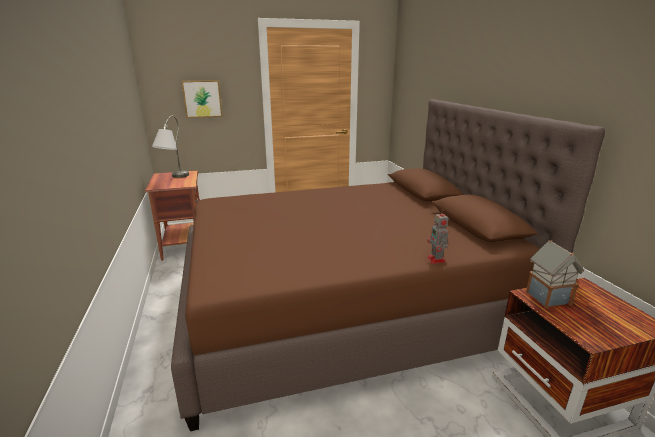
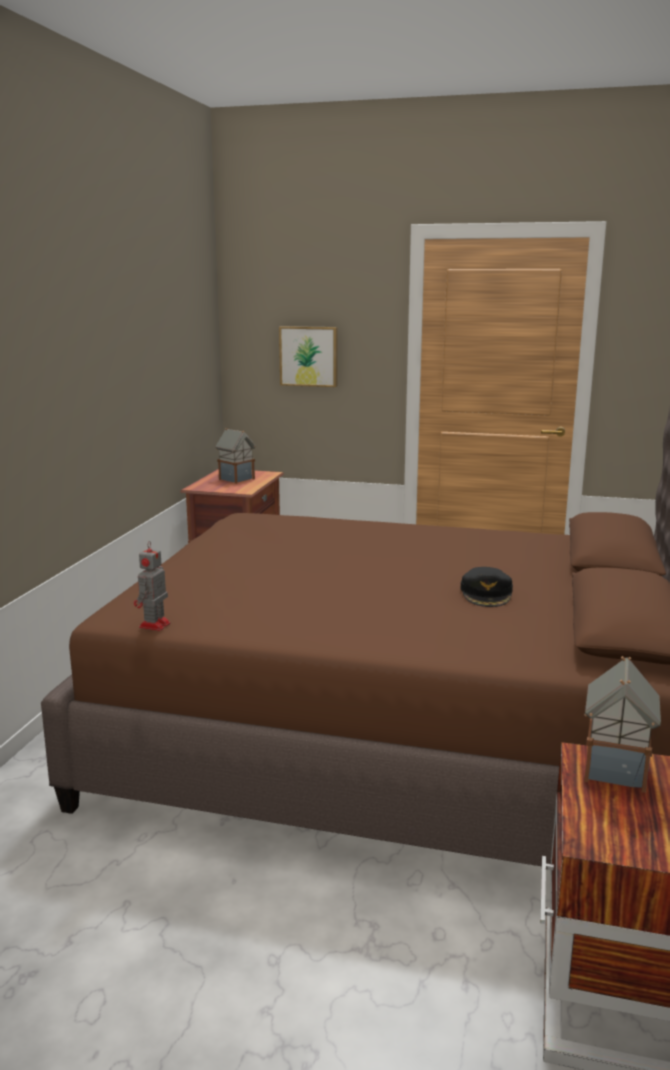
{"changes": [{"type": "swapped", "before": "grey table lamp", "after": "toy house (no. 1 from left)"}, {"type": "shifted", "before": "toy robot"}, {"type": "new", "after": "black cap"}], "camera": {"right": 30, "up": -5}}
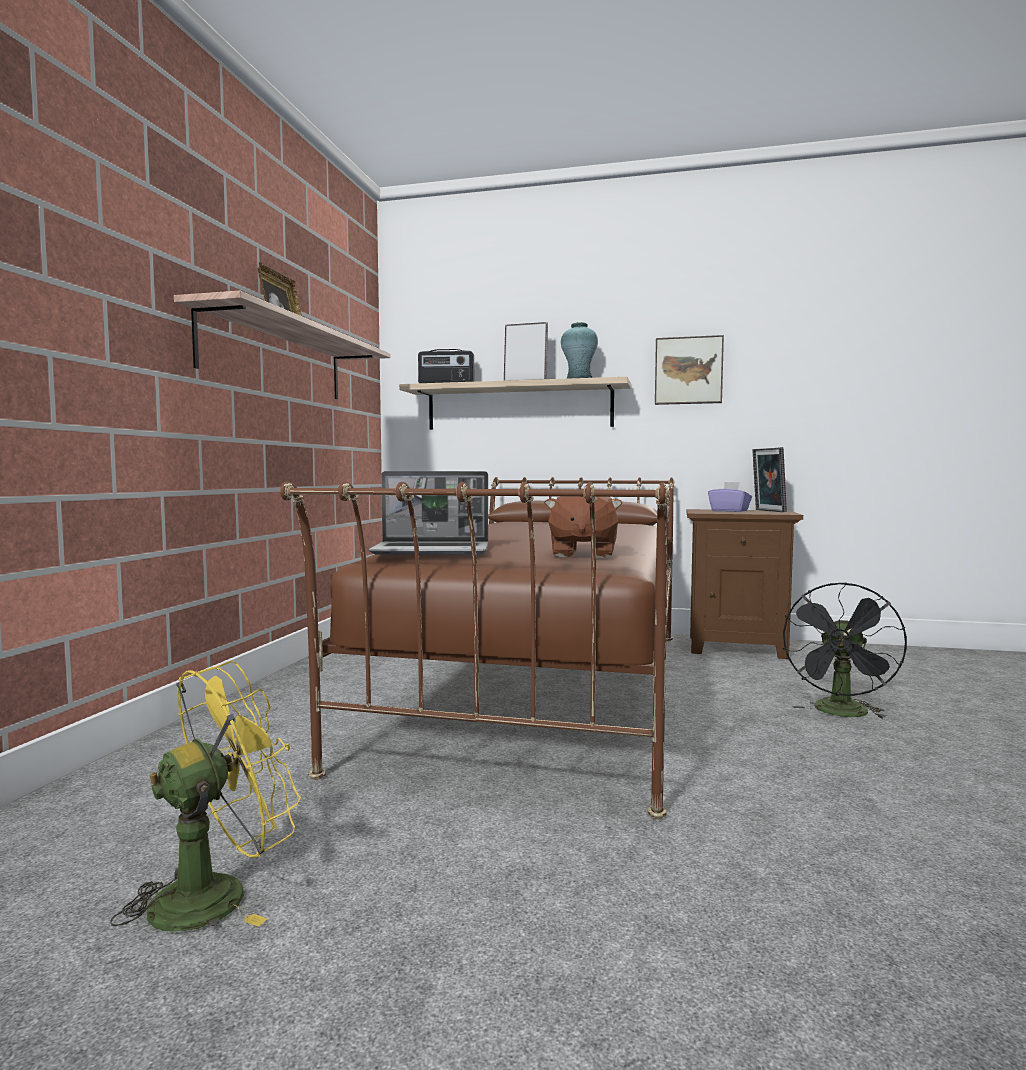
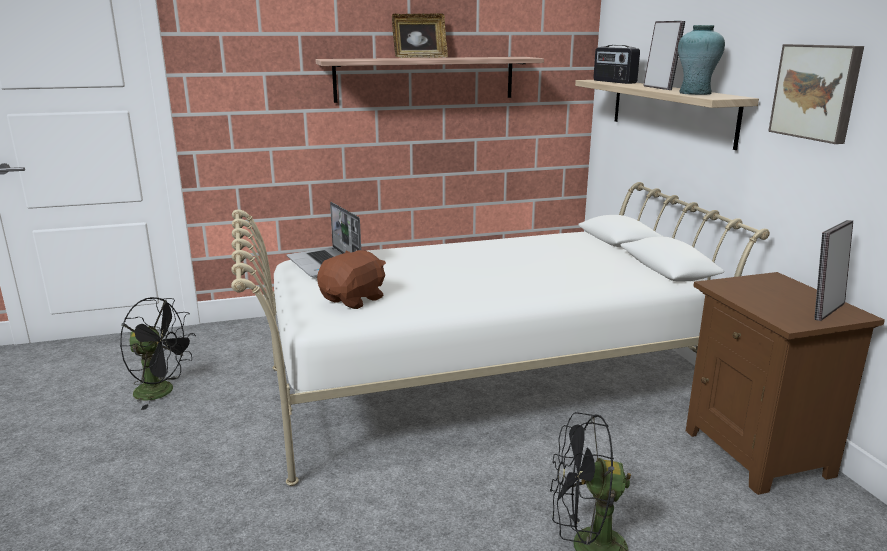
{"changes": [{"type": "repainted", "before": "yellow fan", "after": "black fan (no. 1 from left)"}, {"type": "repainted", "before": "brown bed", "after": "white bed"}, {"type": "rotated", "before": "brown plush toy", "turn": 150}, {"type": "gone", "before": "purple tissue box"}], "camera": {"right": 60, "up": 15}}
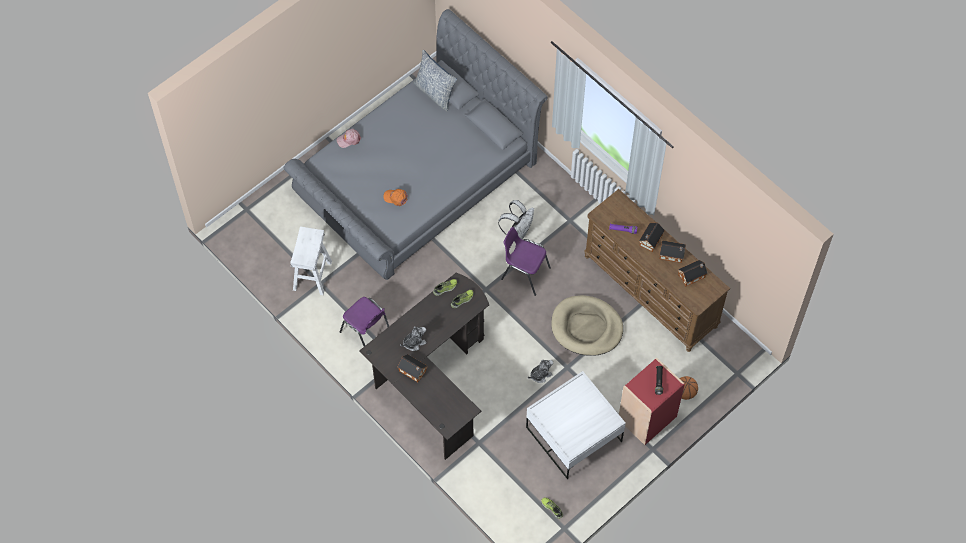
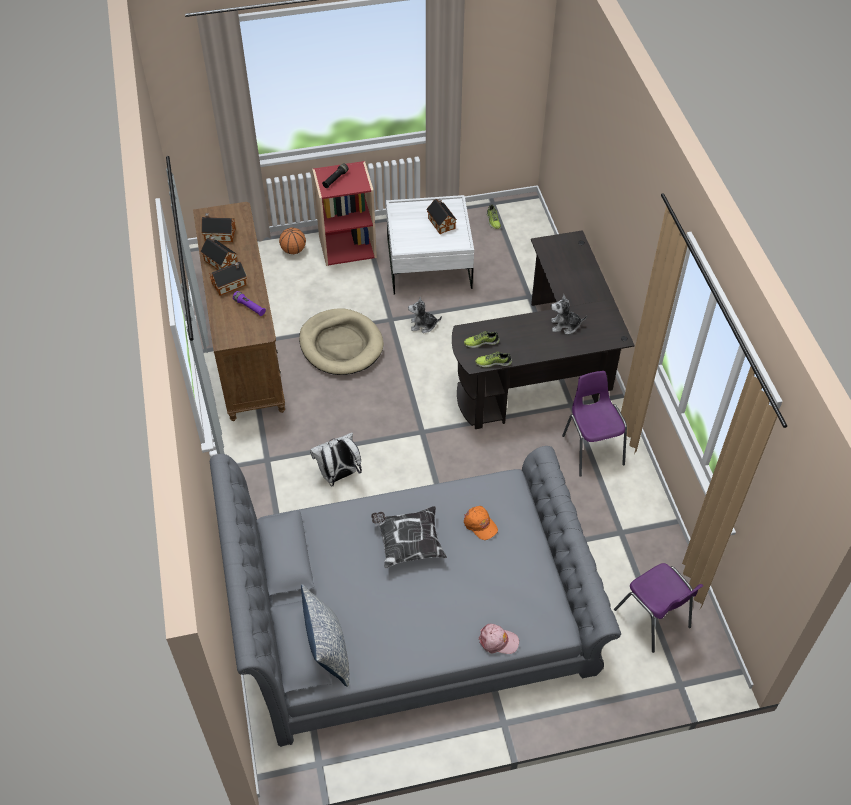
{"changes": [{"type": "gone", "before": "white stool"}, {"type": "shifted", "before": "toy house (no. 1 from left in the first image)", "after": "toy house (no. 4 from left)"}, {"type": "shifted", "before": "purple chair (no. 2 from left)"}, {"type": "new", "after": "pillow (no. 2 from left)"}], "camera": {"right": -150, "up": -10}}
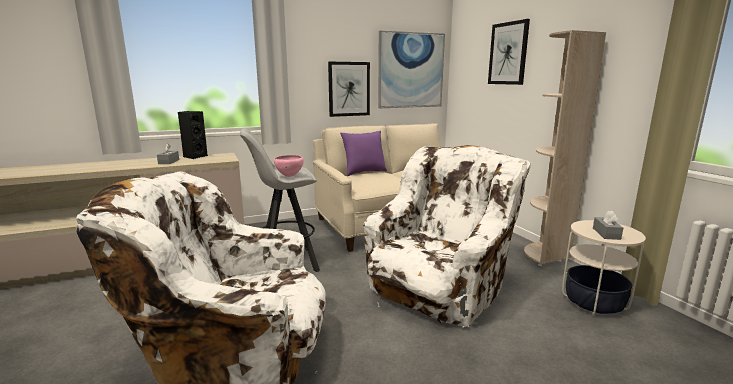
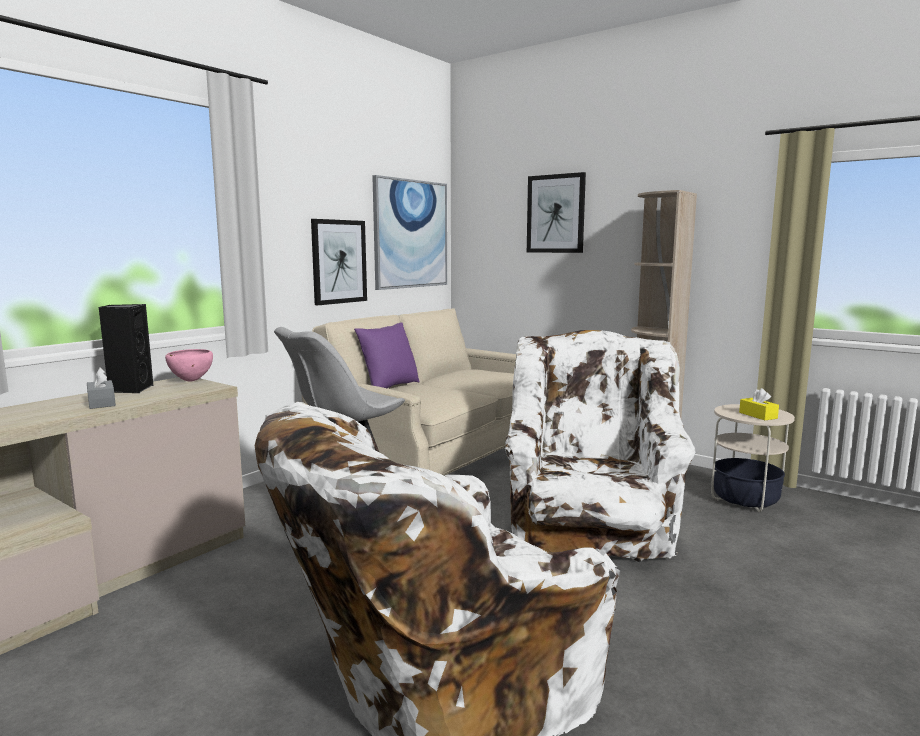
{"changes": [{"type": "shifted", "before": "pink bowl"}, {"type": "repainted", "before": "grey tissue box (no. 2 from left)", "after": "yellow tissue box"}], "camera": {"right": -30, "up": -5}}
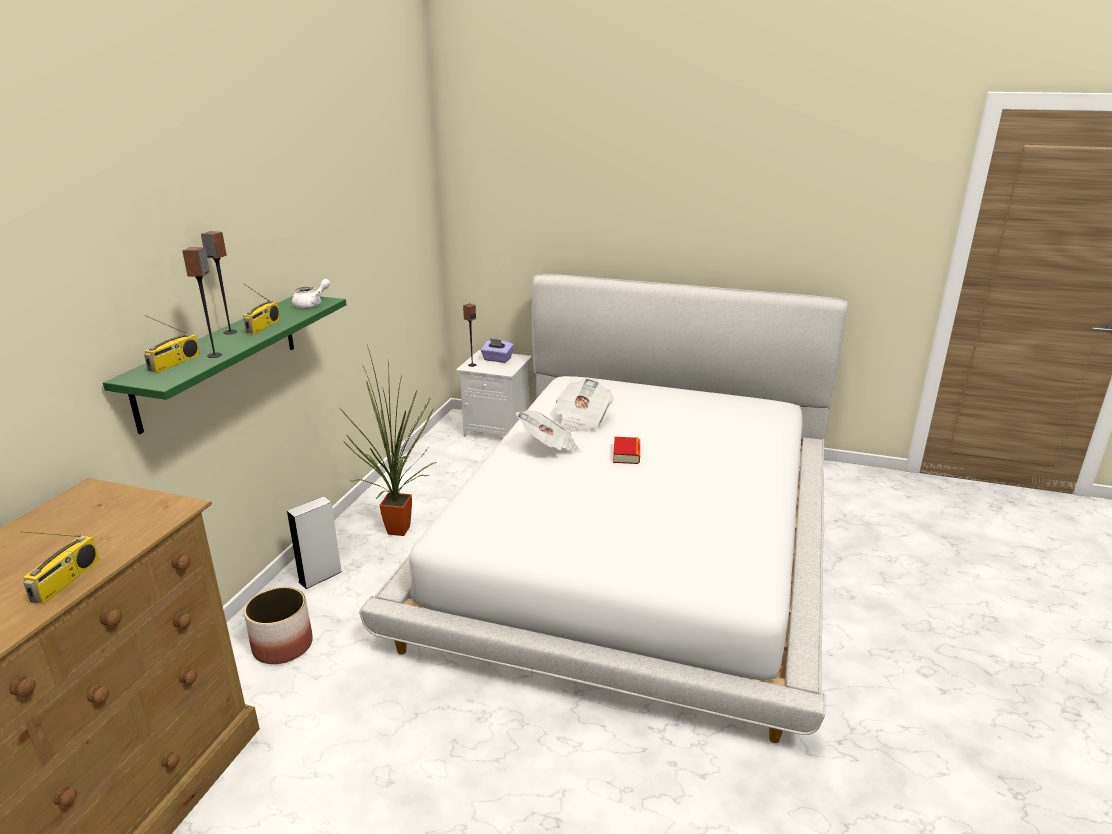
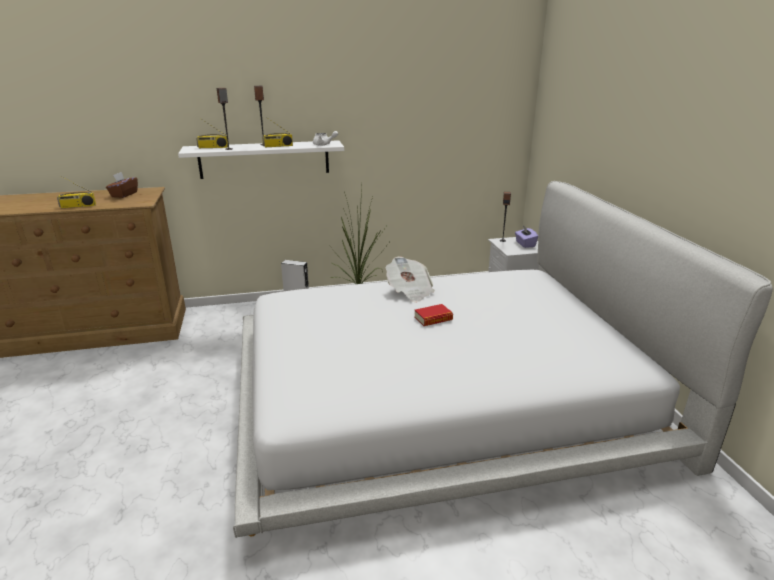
{"changes": [{"type": "repainted", "before": "green shelf", "after": "white shelf"}, {"type": "gone", "before": "planter"}, {"type": "gone", "before": "newspaper (no. 2 from left)"}, {"type": "new", "after": "brown tissue box"}], "camera": {"right": 60, "up": 0}}
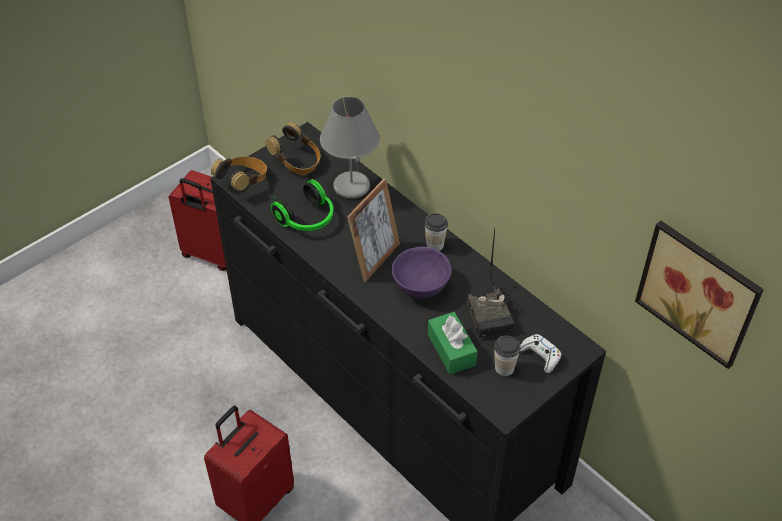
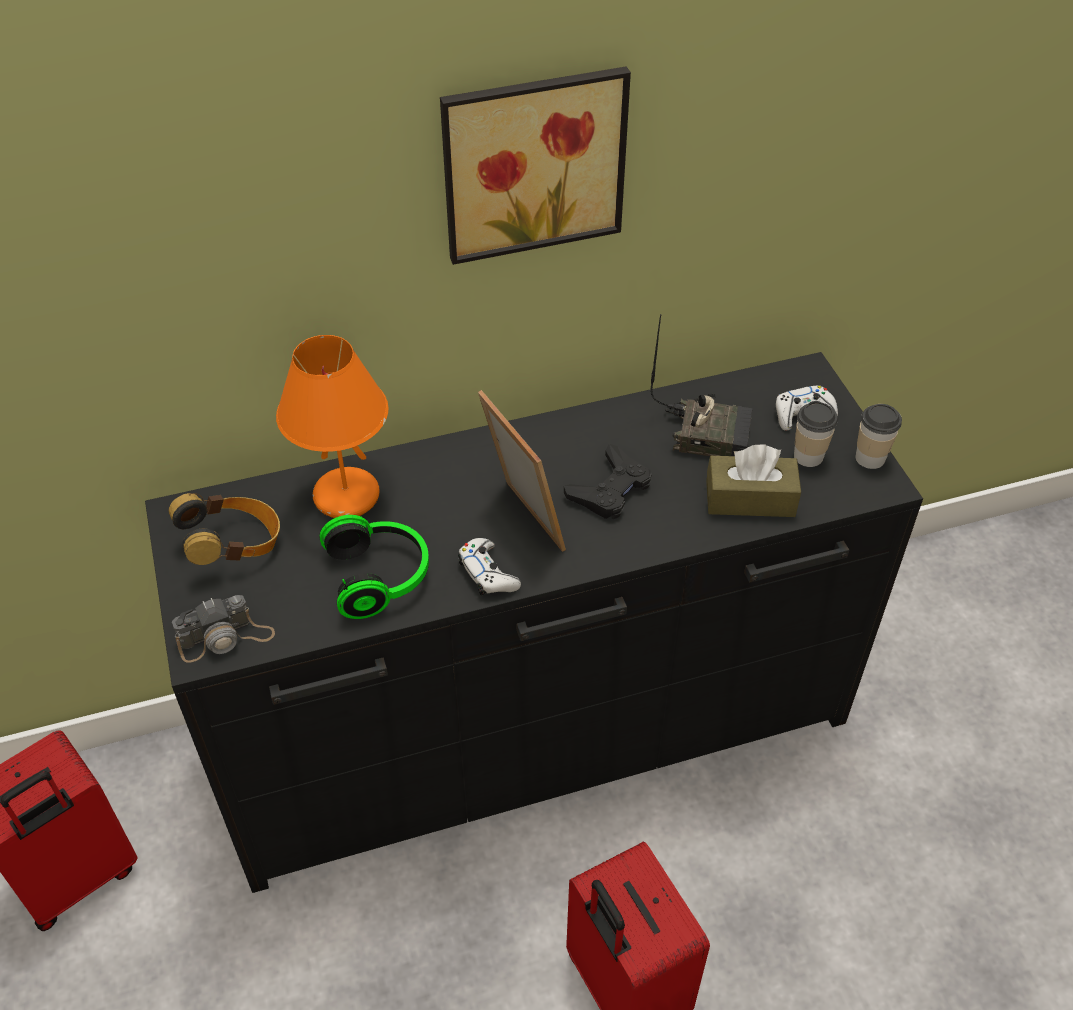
{"changes": [{"type": "swapped", "before": "headphones (no. 1 from left)", "after": "photo camera"}, {"type": "repainted", "before": "grey table lamp", "after": "orange table lamp"}, {"type": "swapped", "before": "purple bowl", "after": "black game controller"}, {"type": "shifted", "before": "cup (no. 1 from left in the first image)", "after": "cup (no. 2 from left)"}, {"type": "repainted", "before": "green tissue box", "after": "brown tissue box"}, {"type": "shifted", "before": "picture"}, {"type": "new", "after": "white game controller (no. 1 from left)"}], "camera": {"right": -65, "up": 0}}
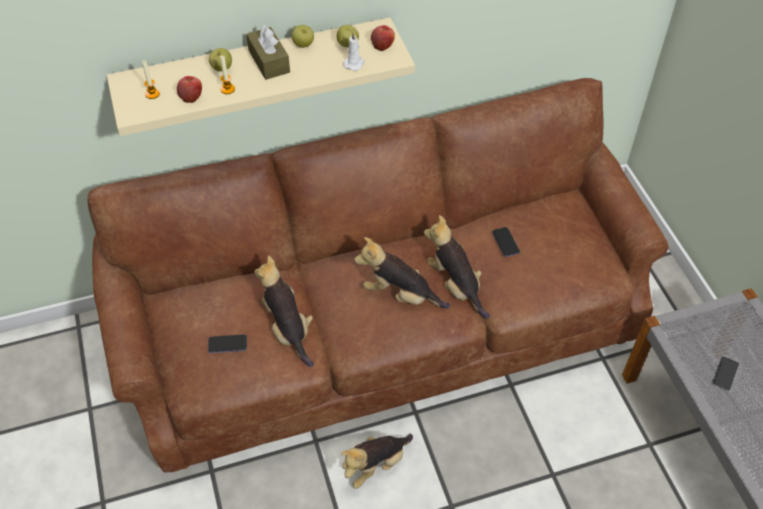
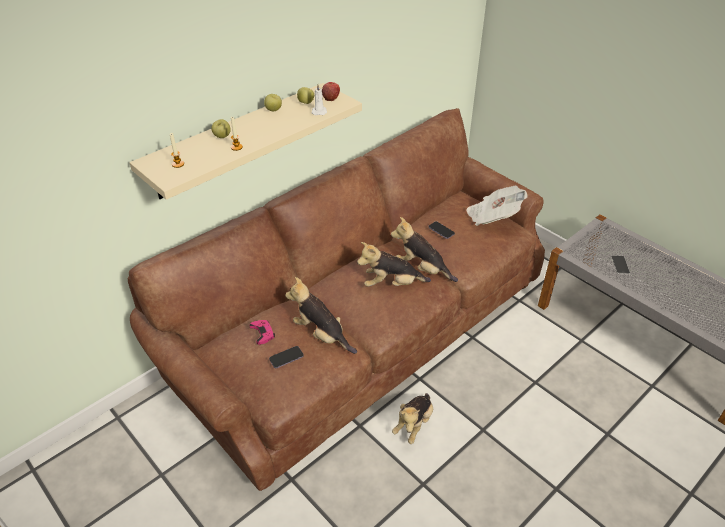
{"changes": [{"type": "gone", "before": "apple (no. 1 from left)"}, {"type": "gone", "before": "brown tissue box"}, {"type": "new", "after": "pink game controller"}, {"type": "new", "after": "newspaper"}], "camera": {"right": -25, "up": -10}}
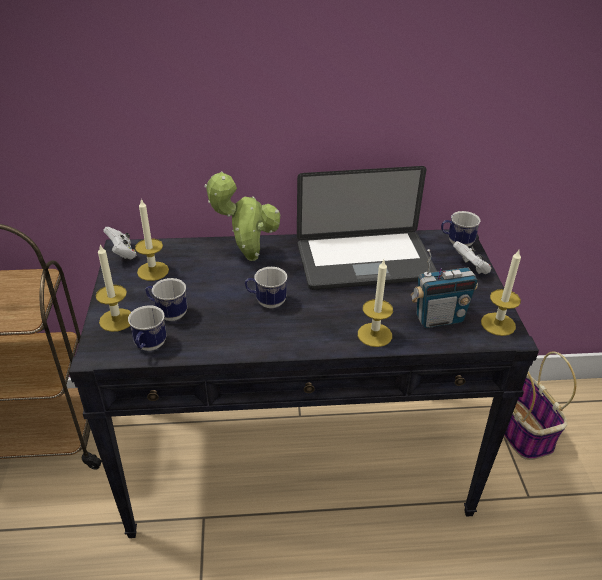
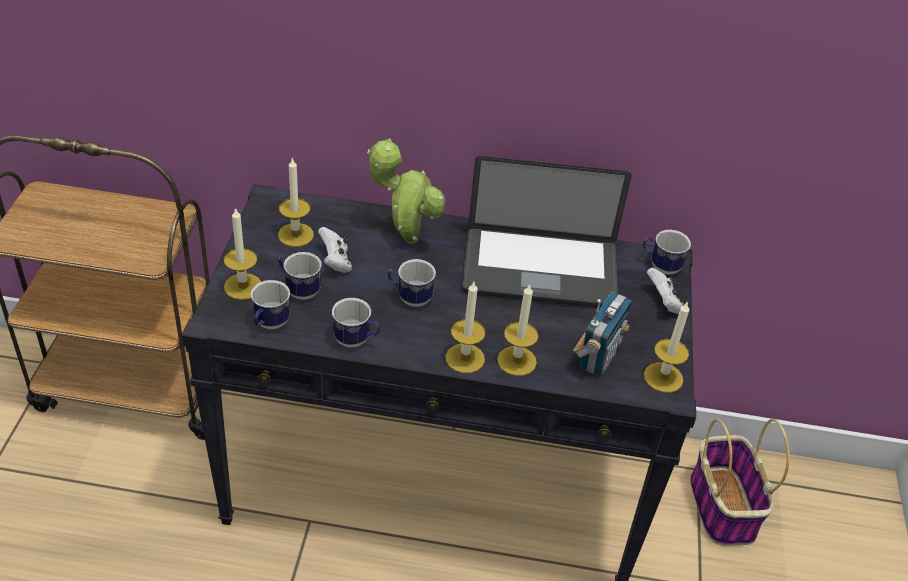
{"changes": [{"type": "shifted", "before": "white game controller (no. 1 from left)"}, {"type": "rotated", "before": "radio", "turn": -60}, {"type": "new", "after": "mug (no. 3 from left)"}, {"type": "new", "after": "candle (no. 3 from left)"}], "camera": {"right": 10, "up": 5}}
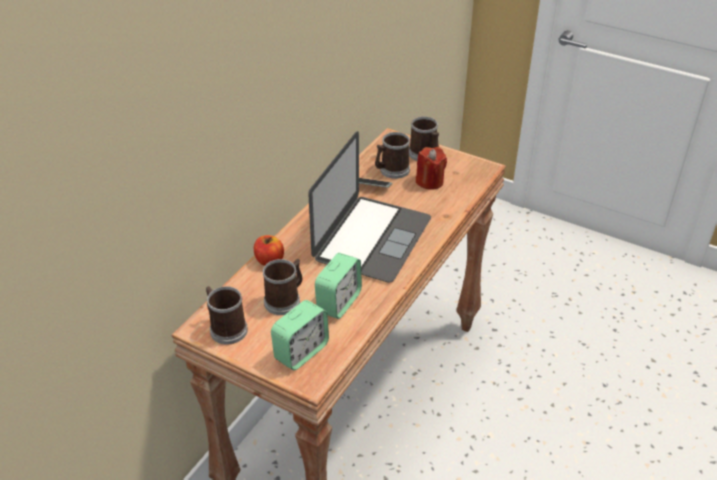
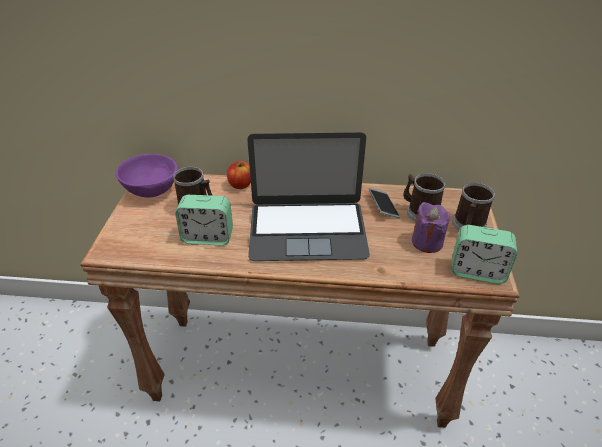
{"changes": [{"type": "swapped", "before": "mug (no. 1 from left)", "after": "purple bowl"}, {"type": "shifted", "before": "alarm clock (no. 1 from left in the first image)", "after": "alarm clock (no. 2 from left)"}, {"type": "repainted", "before": "red candle", "after": "purple candle"}], "camera": {"right": 65, "up": 0}}
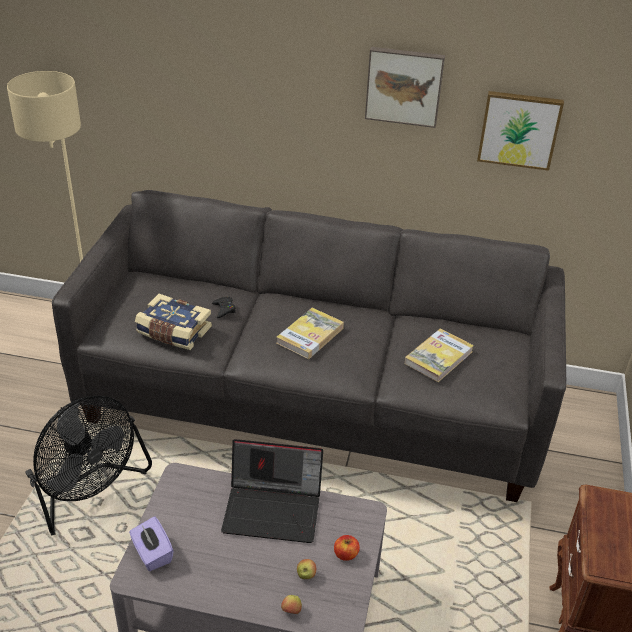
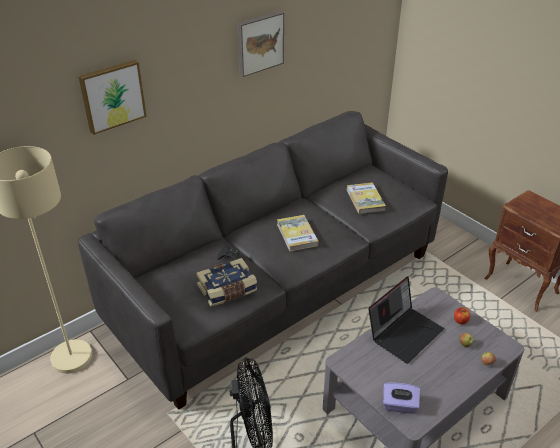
{"changes": [{"type": "shifted", "before": "picture (no. 2 from left in the first image)", "after": "picture (no. 1 from left)"}], "camera": {"right": -50, "up": 0}}
